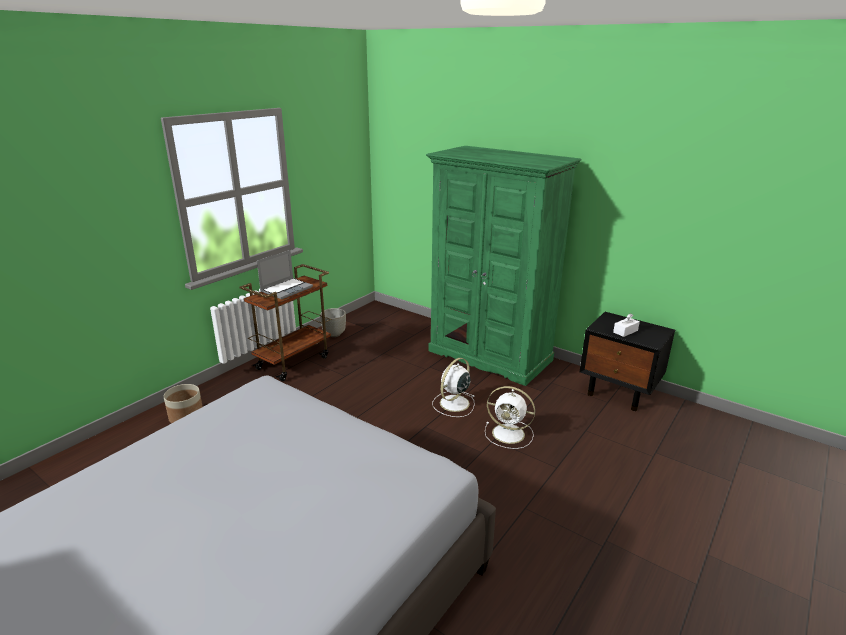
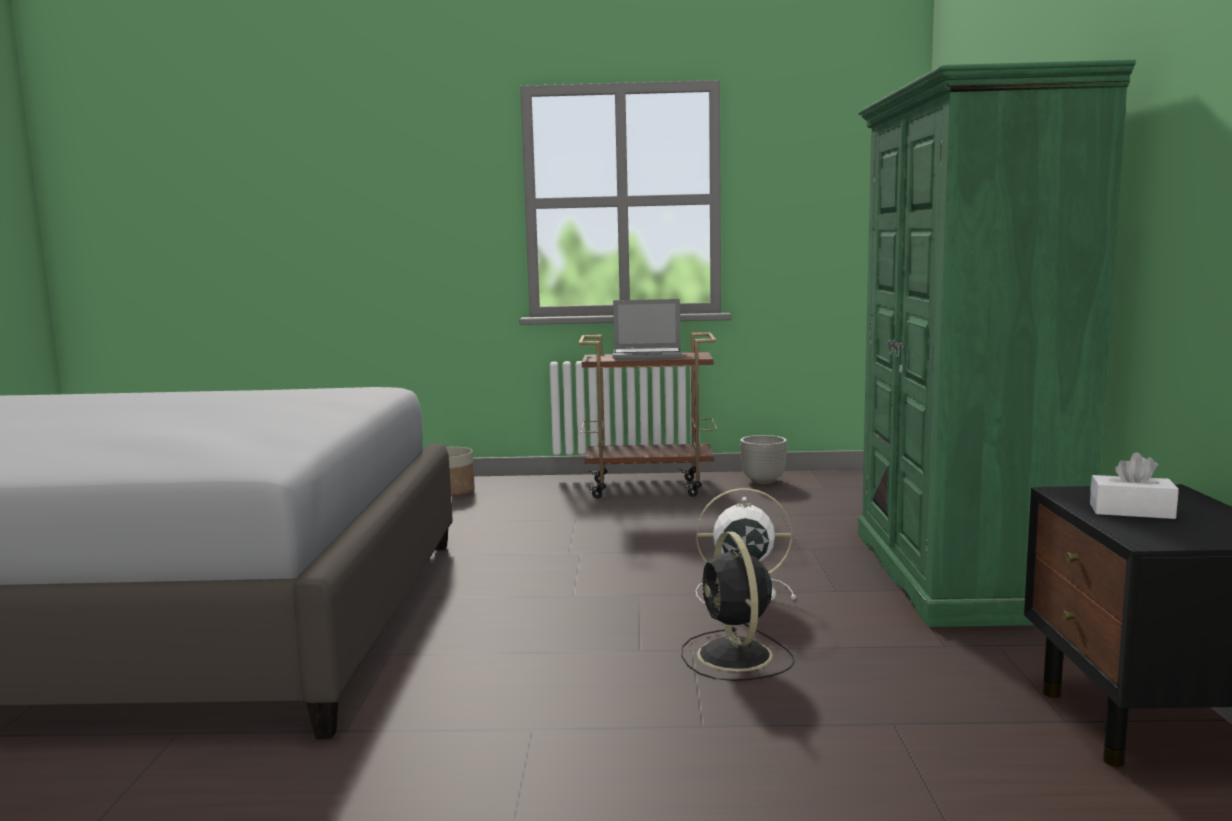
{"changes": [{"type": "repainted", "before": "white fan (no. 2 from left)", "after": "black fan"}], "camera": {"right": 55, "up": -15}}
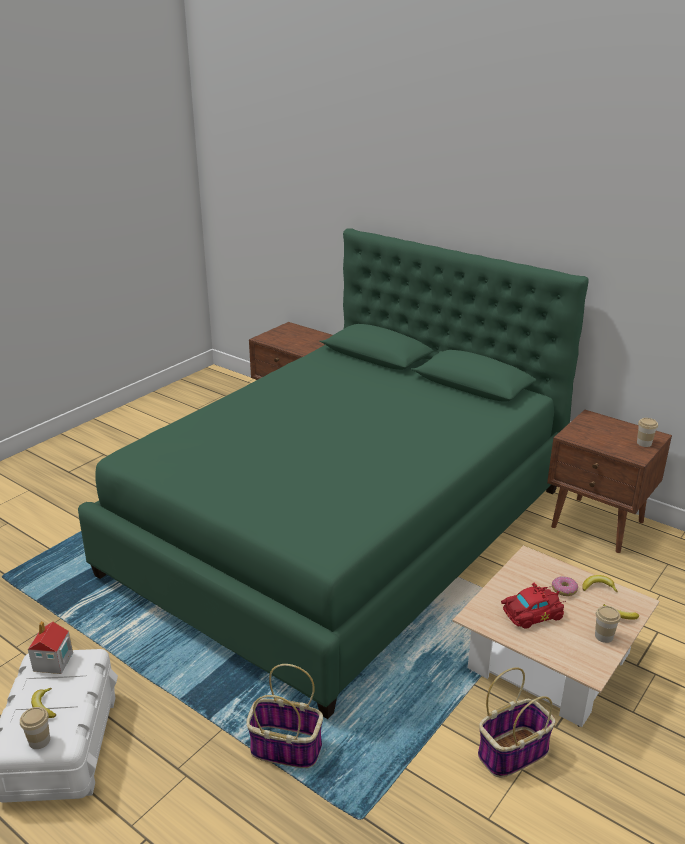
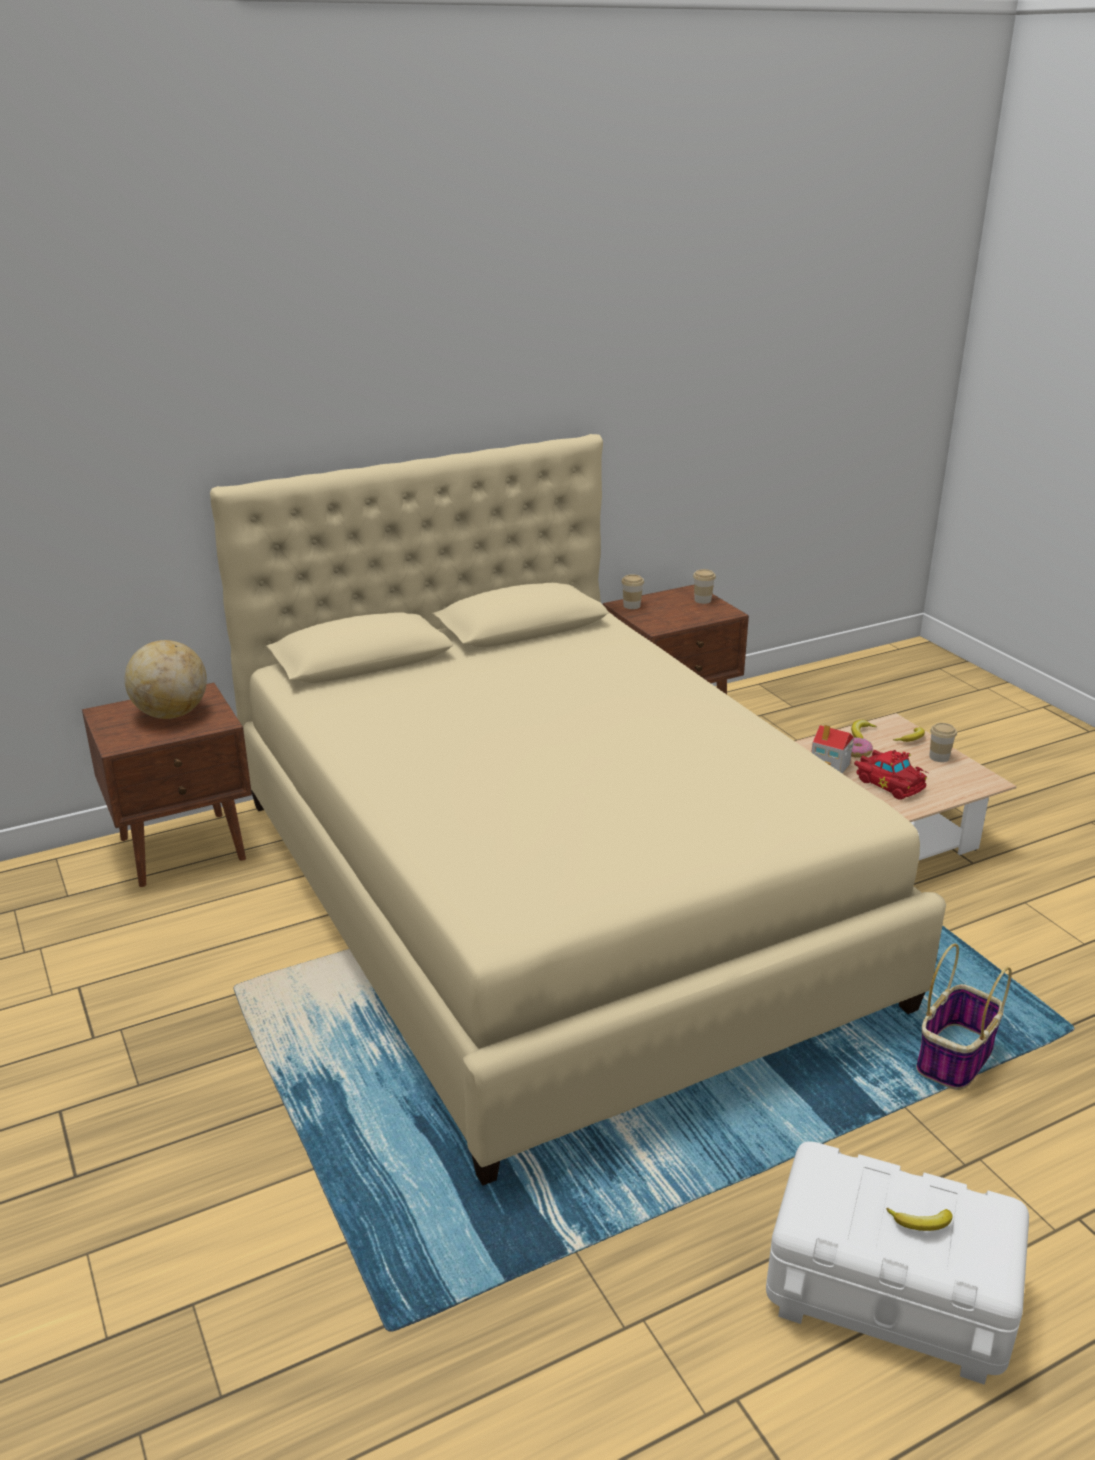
{"changes": [{"type": "shifted", "before": "cup (no. 1 from left)"}, {"type": "shifted", "before": "toy house"}, {"type": "repainted", "before": "green bed", "after": "beige bed"}, {"type": "gone", "before": "basket (no. 2 from left)"}, {"type": "rotated", "before": "red toy car", "turn": 135}, {"type": "new", "after": "globe"}], "camera": {"right": -65, "up": 0}}
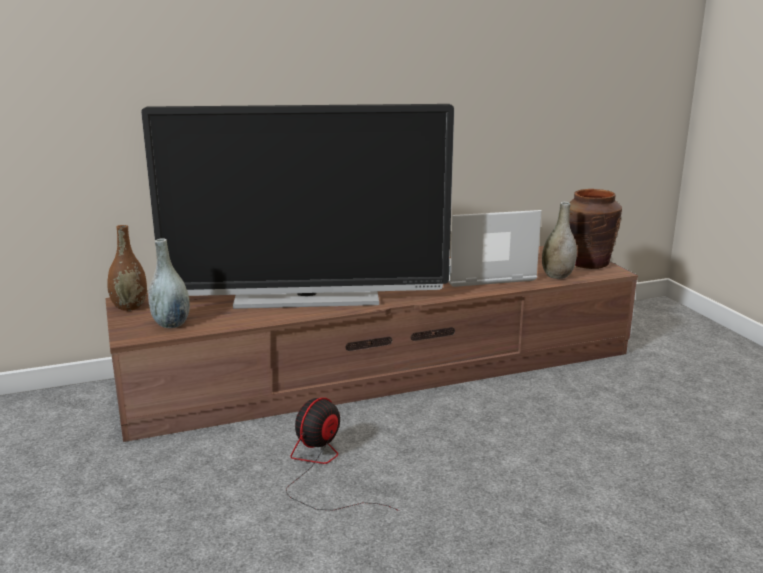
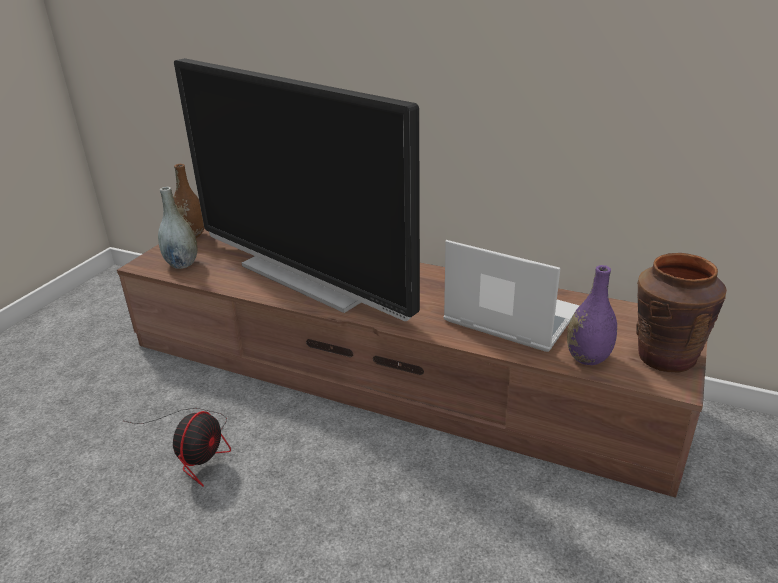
{"changes": [{"type": "rotated", "before": "fan", "turn": 120}, {"type": "repainted", "before": "grey vase (no. 2 from left)", "after": "purple vase"}], "camera": {"right": 45, "up": 10}}
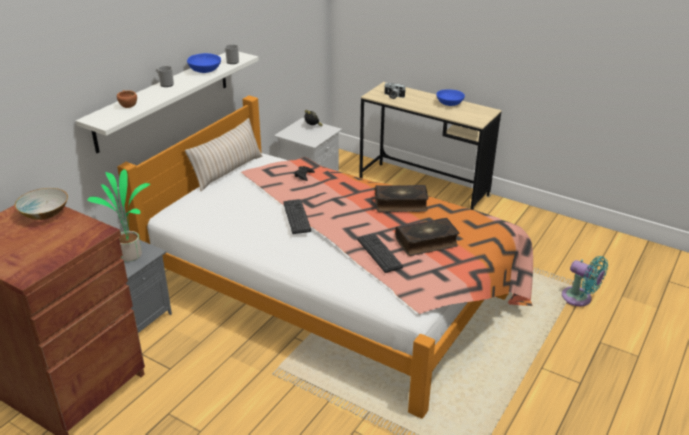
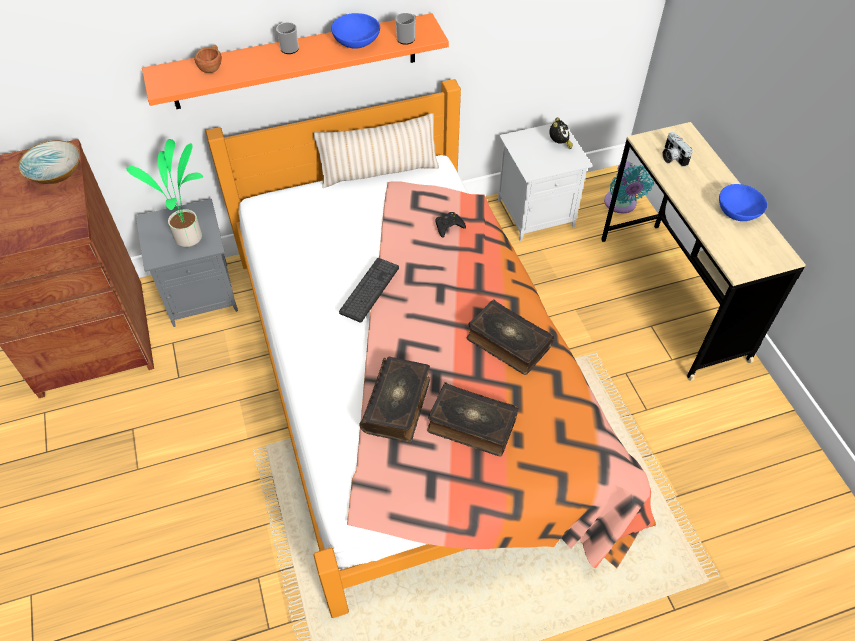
{"changes": [{"type": "repainted", "before": "white shelf", "after": "orange shelf"}, {"type": "swapped", "before": "keyboard (no. 2 from left)", "after": "book (no. 1 from left)"}, {"type": "shifted", "before": "turquoise fan"}], "camera": {"right": 40, "up": 20}}
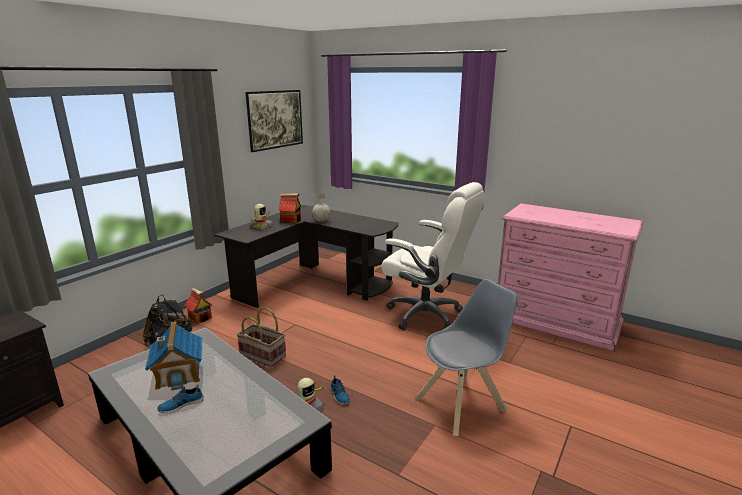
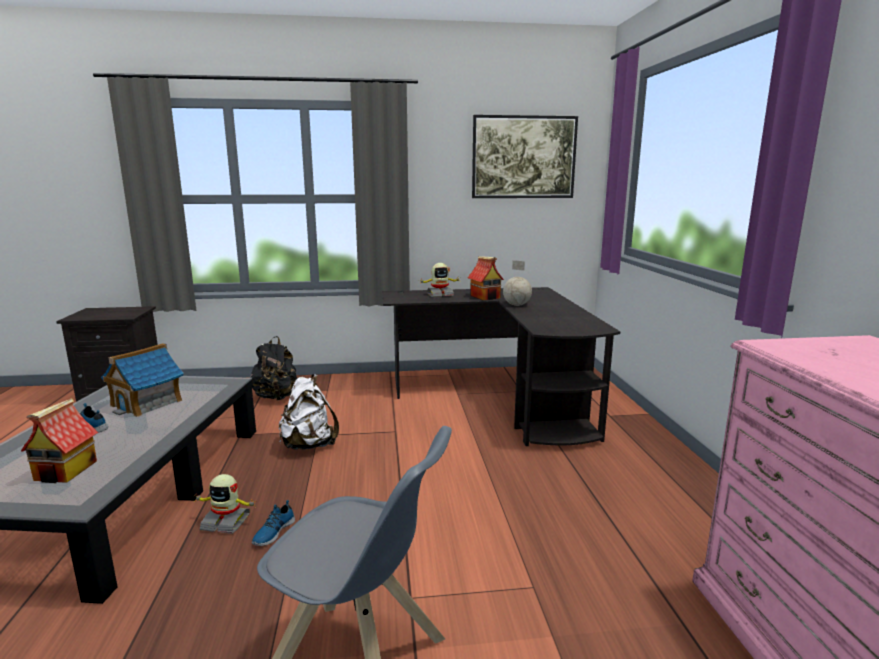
{"changes": [{"type": "shifted", "before": "toy house (no. 2 from left in the first image)", "after": "toy house (no. 1 from left)"}, {"type": "swapped", "before": "basket", "after": "white backpack"}, {"type": "gone", "before": "white office chair"}], "camera": {"right": 50, "up": -5}}
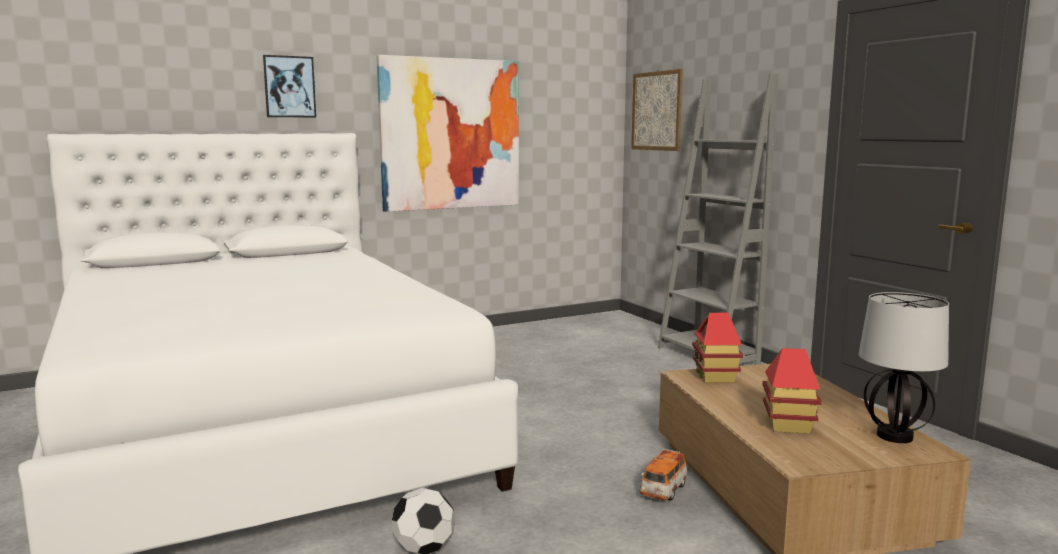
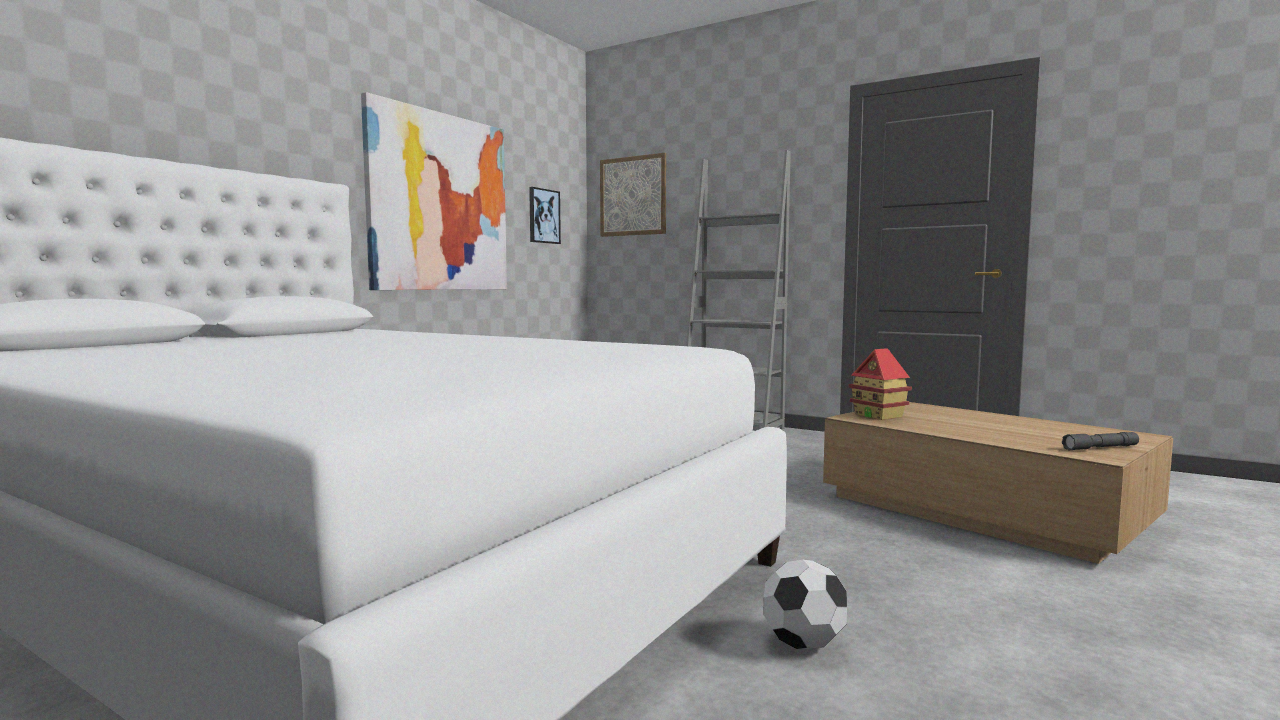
{"changes": [{"type": "shifted", "before": "picture (no. 1 from left in the first image)", "after": "picture (no. 2 from left)"}, {"type": "gone", "before": "toy car"}, {"type": "gone", "before": "toy house (no. 2 from left)"}, {"type": "gone", "before": "table lamp"}, {"type": "new", "after": "grey flashlight"}], "camera": {"right": -30, "up": -5}}
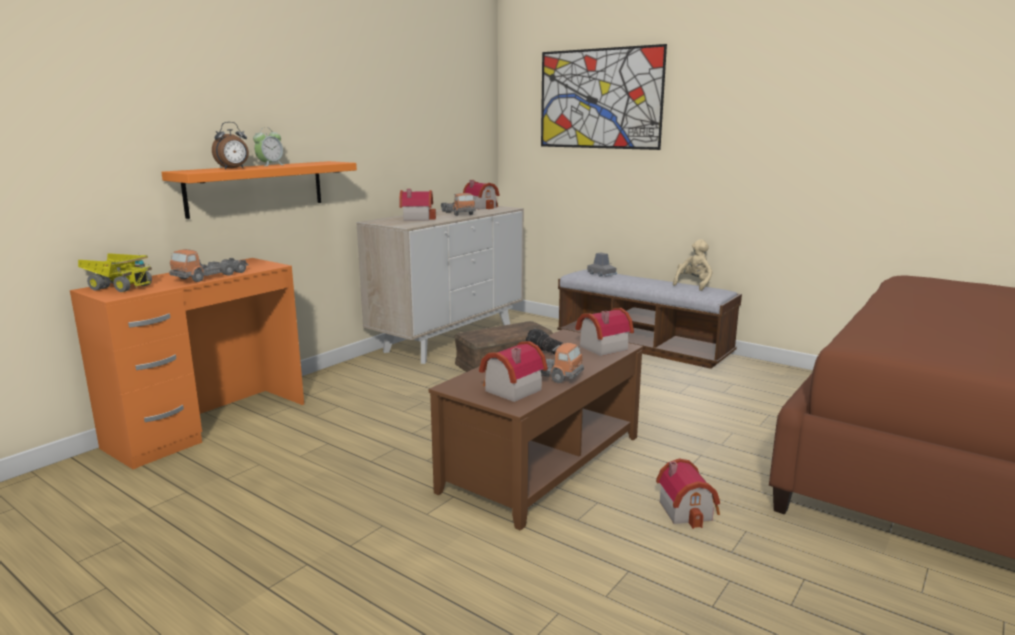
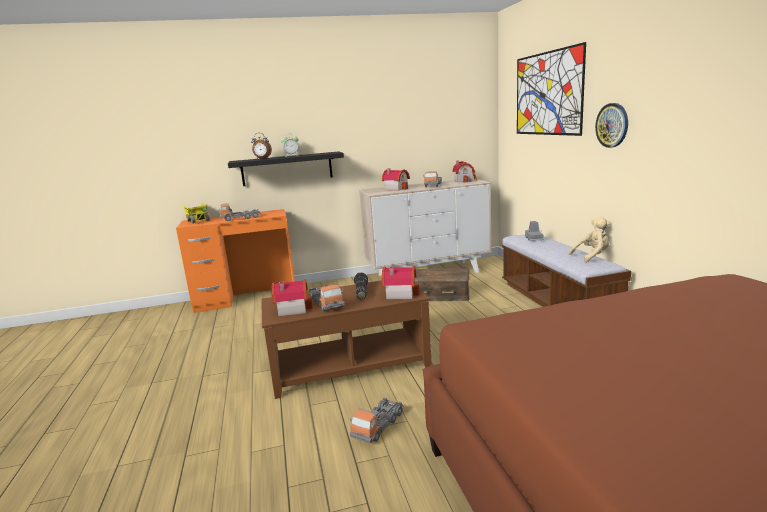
{"changes": [{"type": "repainted", "before": "orange shelf", "after": "black shelf"}, {"type": "swapped", "before": "toy house (no. 5 from left)", "after": "toy truck (no. 4 from left)"}, {"type": "new", "after": "wall clock"}], "camera": {"right": 40, "up": 0}}
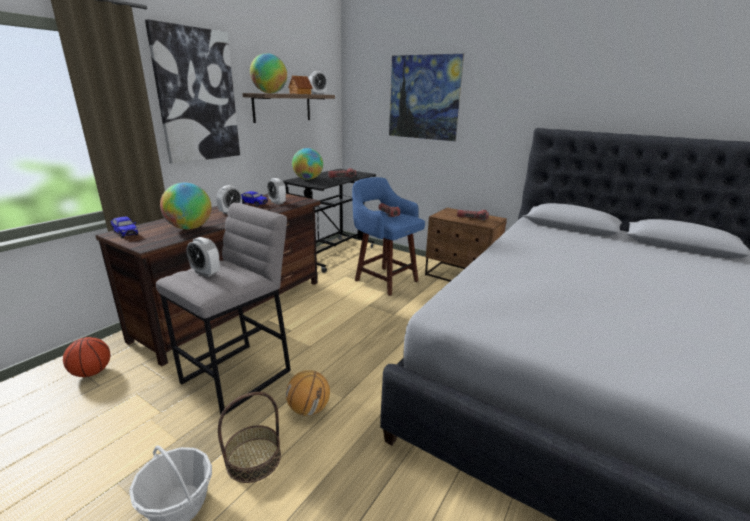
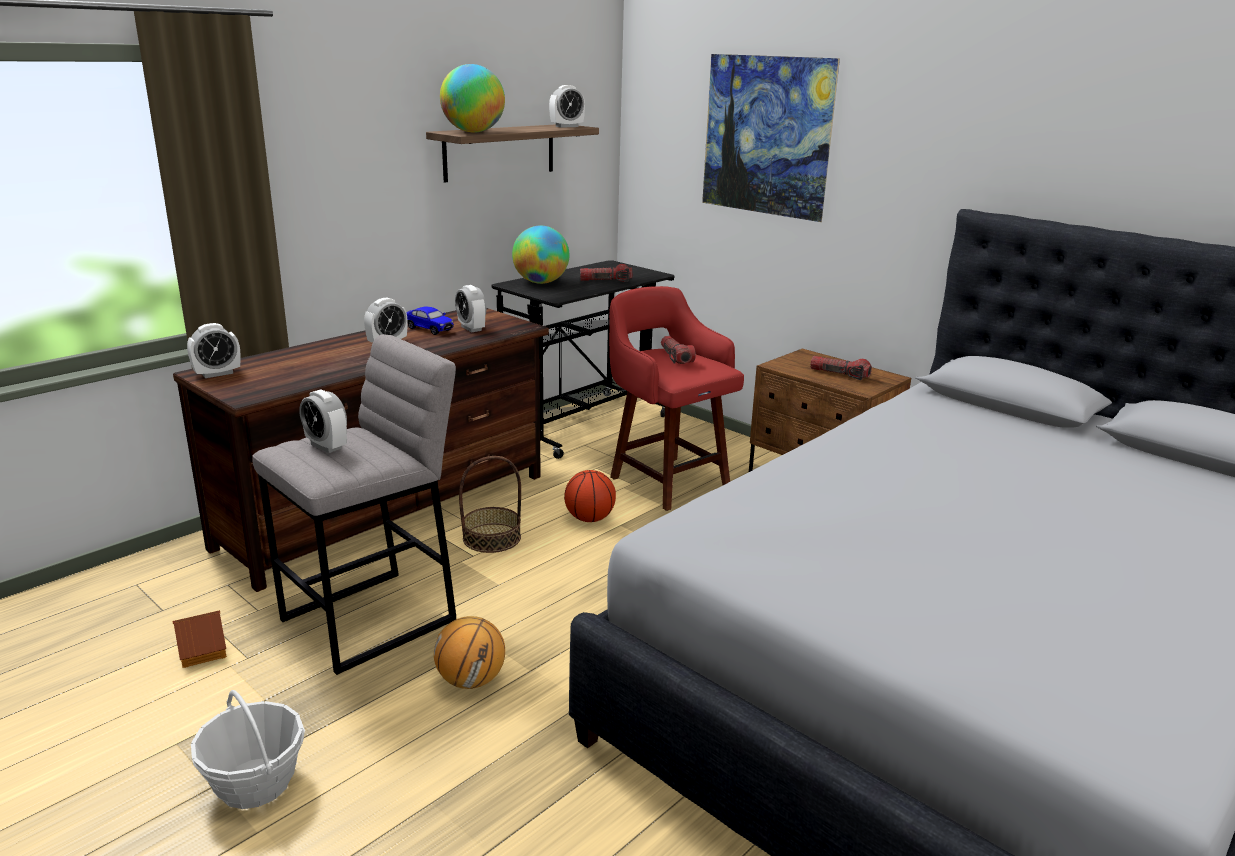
{"changes": [{"type": "shifted", "before": "basketball (no. 1 from left in the first image)", "after": "basketball (no. 2 from left)"}, {"type": "swapped", "before": "toy car (no. 1 from left)", "after": "alarm clock (no. 1 from left)"}, {"type": "gone", "before": "picture (no. 1 from left)"}, {"type": "gone", "before": "globe (no. 1 from left)"}, {"type": "shifted", "before": "basket (no. 2 from left)"}, {"type": "shifted", "before": "toy house"}, {"type": "repainted", "before": "blue stool", "after": "red stool"}], "camera": {"right": 10, "up": 0}}
